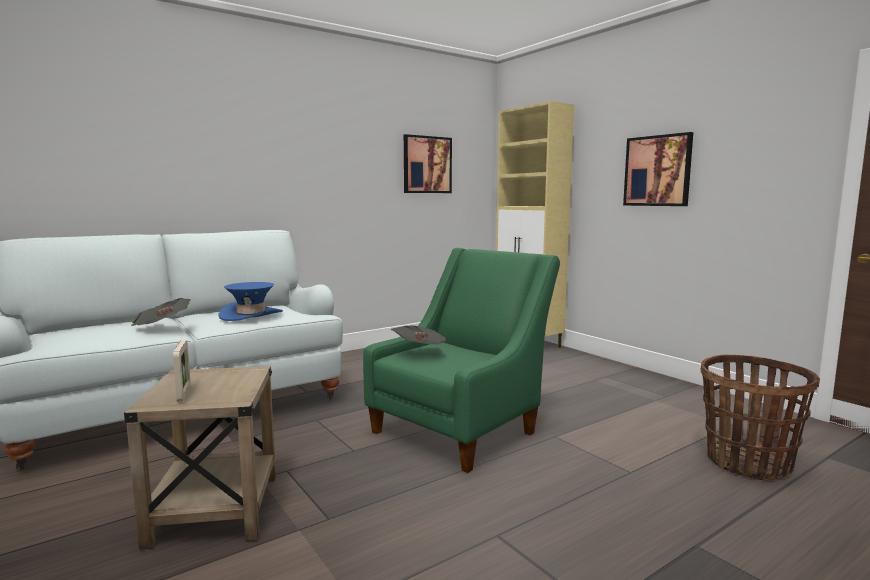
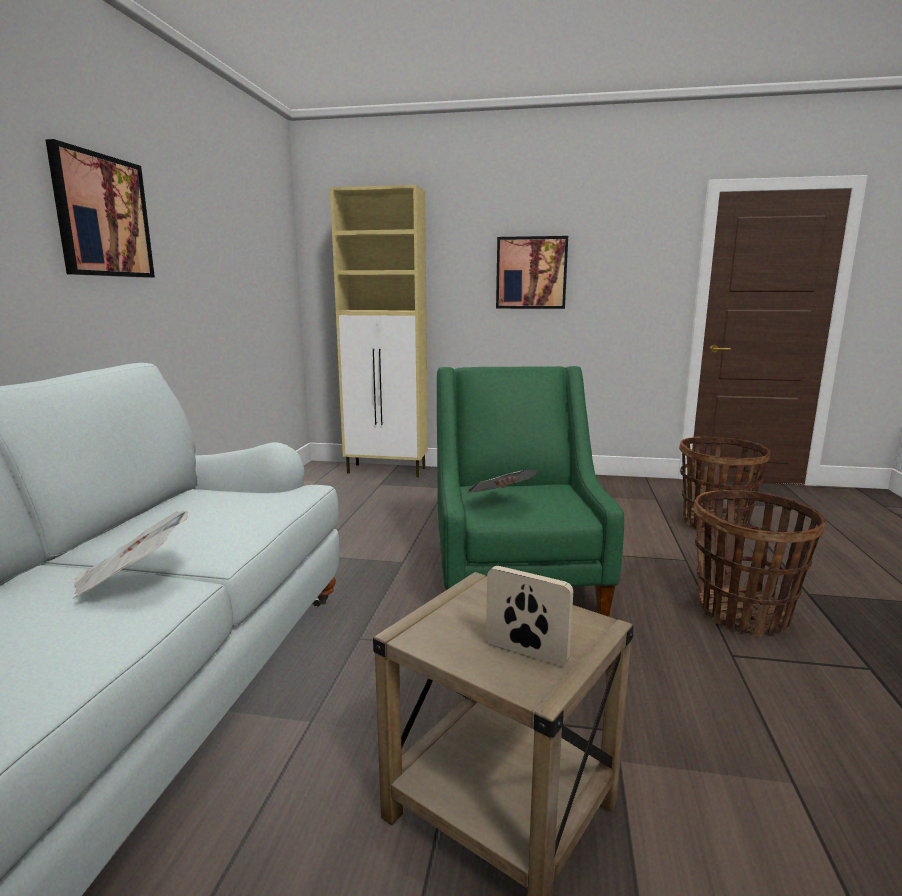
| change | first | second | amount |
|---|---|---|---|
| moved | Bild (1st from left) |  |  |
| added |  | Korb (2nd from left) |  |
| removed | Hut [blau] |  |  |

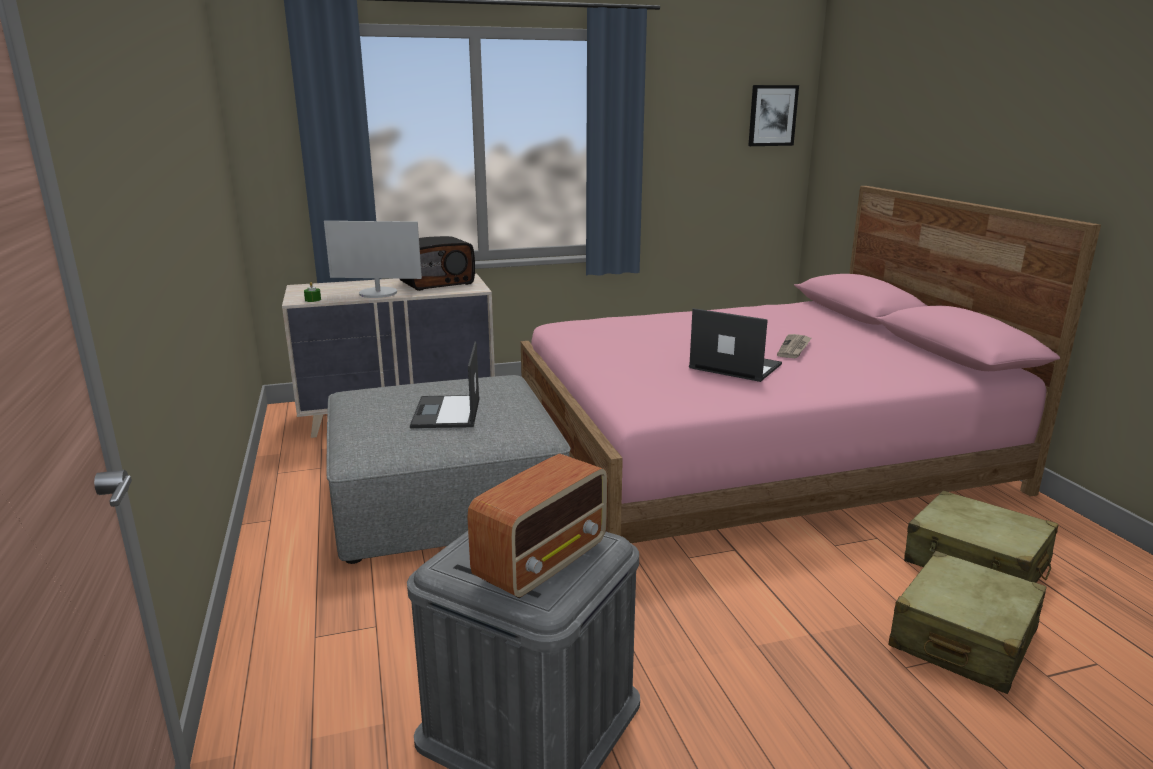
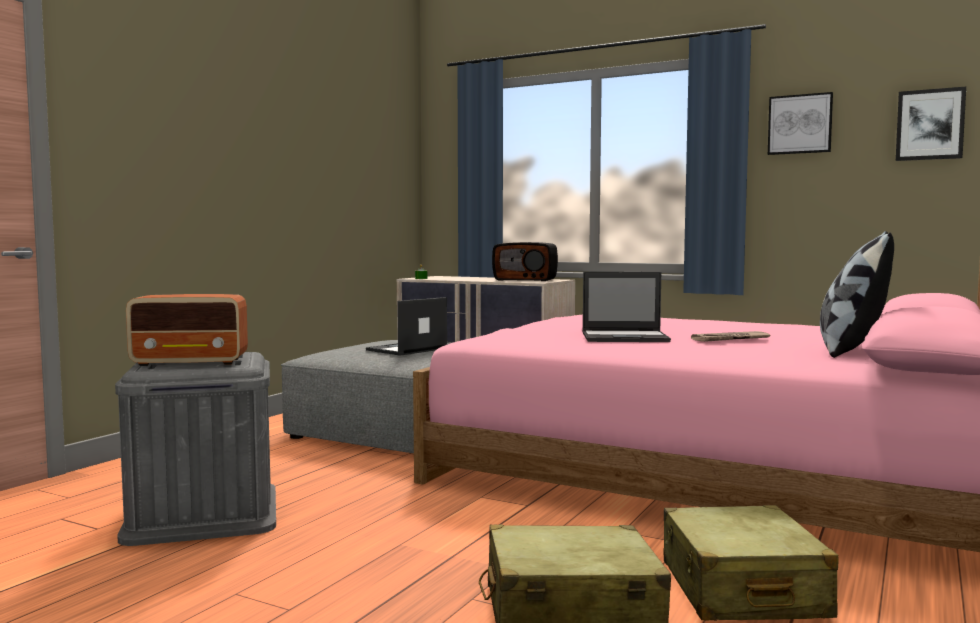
| change | first | second | amount |
|---|---|---|---|
| turned | Laptop (2nd from left) |  | 105 degrees clockwise |
| added |  | Bild (1st from left) |  |
| added |  | Kissen |  |
| removed | Monitor |  |  |

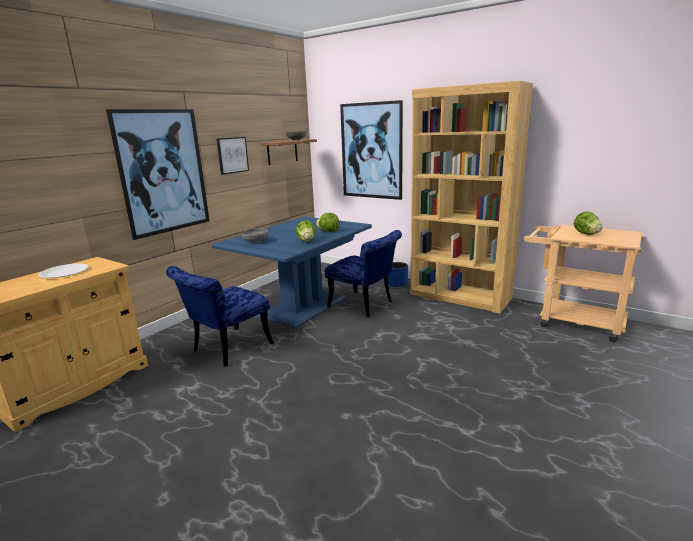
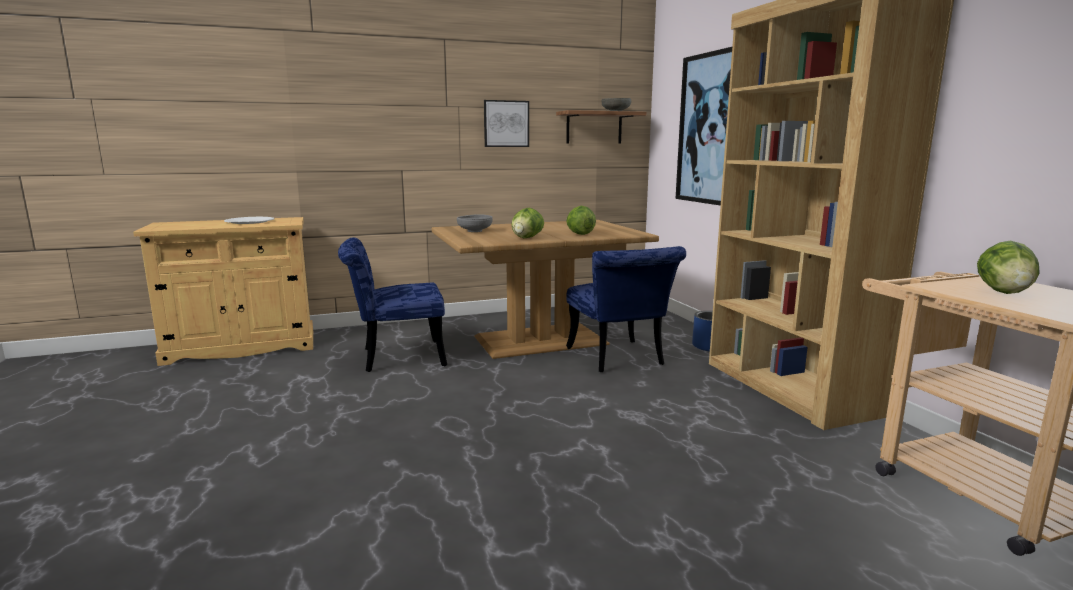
| change | first | second | amount |
|---|---|---|---|
| recoloured | Esstisch [blau] | Esstisch [braun] |  |
| removed | Bild (1st from left) |  |  |

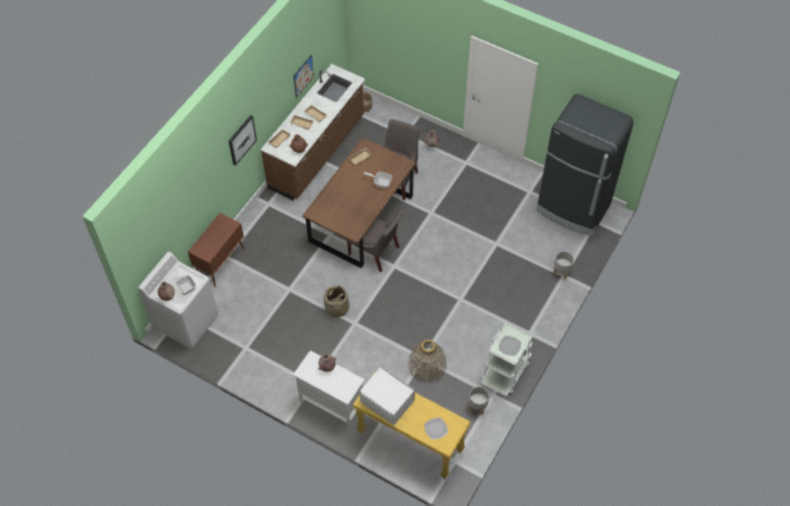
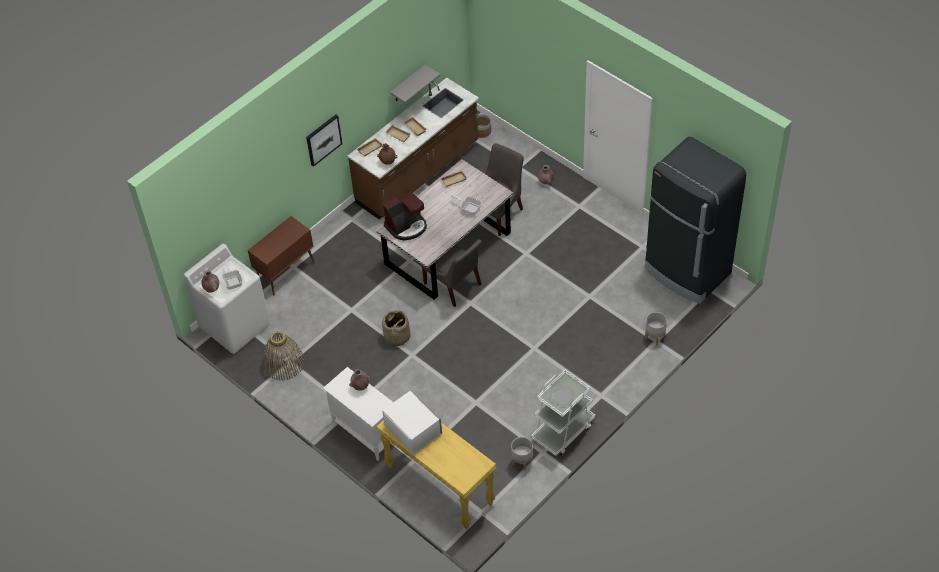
| change | first | second | amount |
|---|---|---|---|
| moved | Korb (2nd from left in the first image) | Korb (1st from left) |  |
| recoloured | Esstisch [braun] | Esstisch [grau] |  |
| added |  | Kaffeemaschine |  |
| replaced | Bild (2nd from left) | Wandregal [grau] |  |
| removed | Teller (1st from left) |  |  |

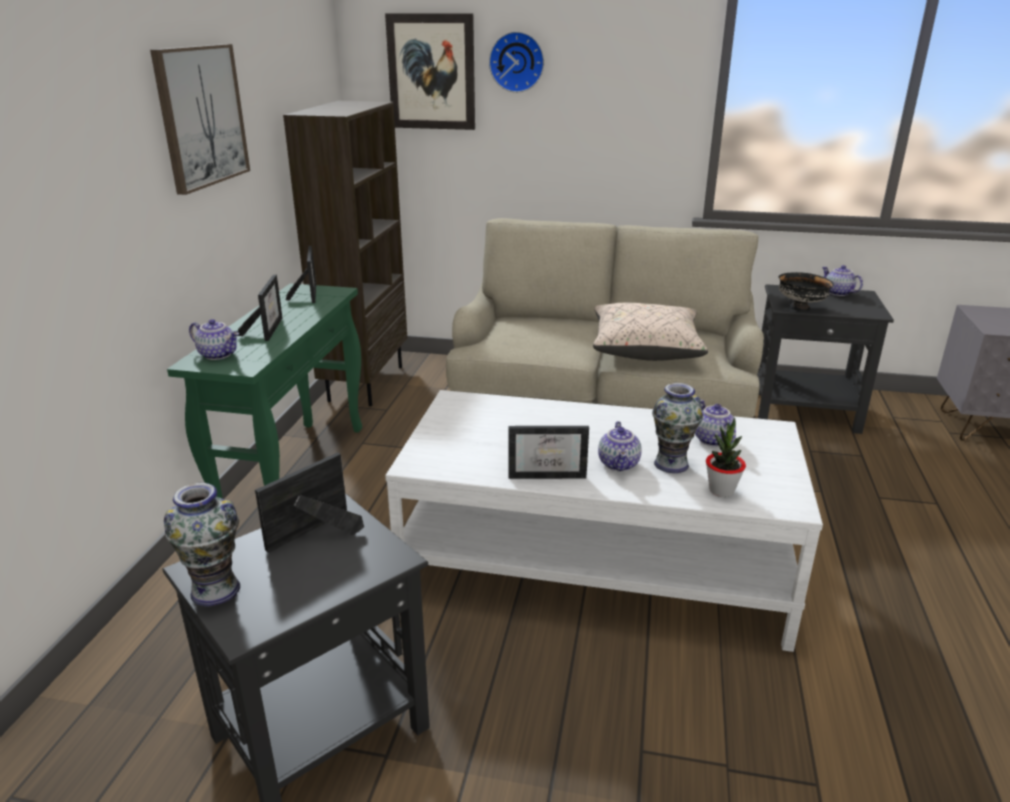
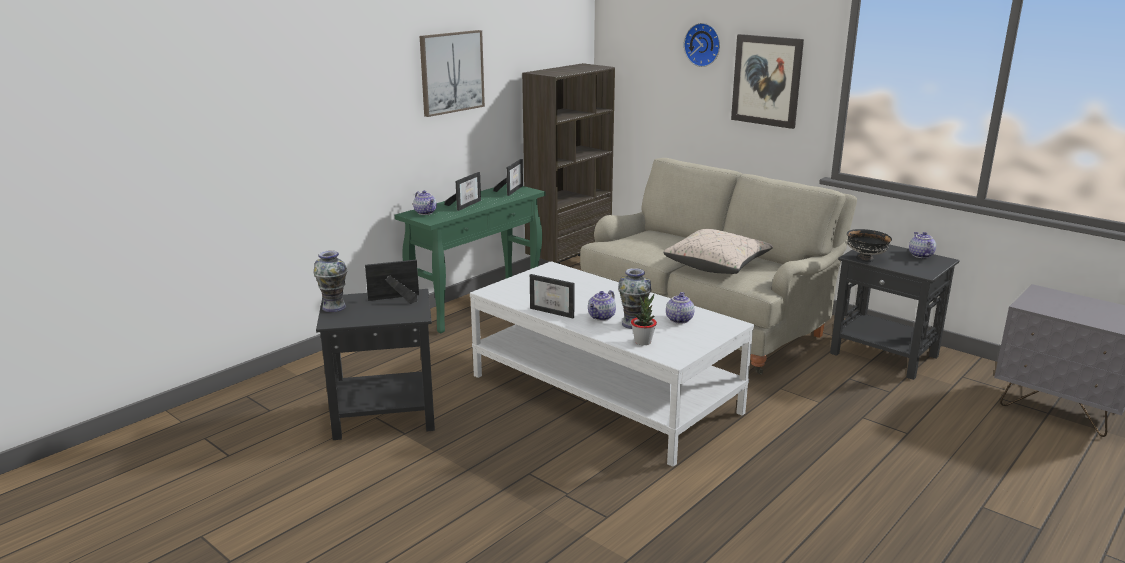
| change | first | second | amount |
|---|---|---|---|
| moved | Bild (2nd from left) |  |  |

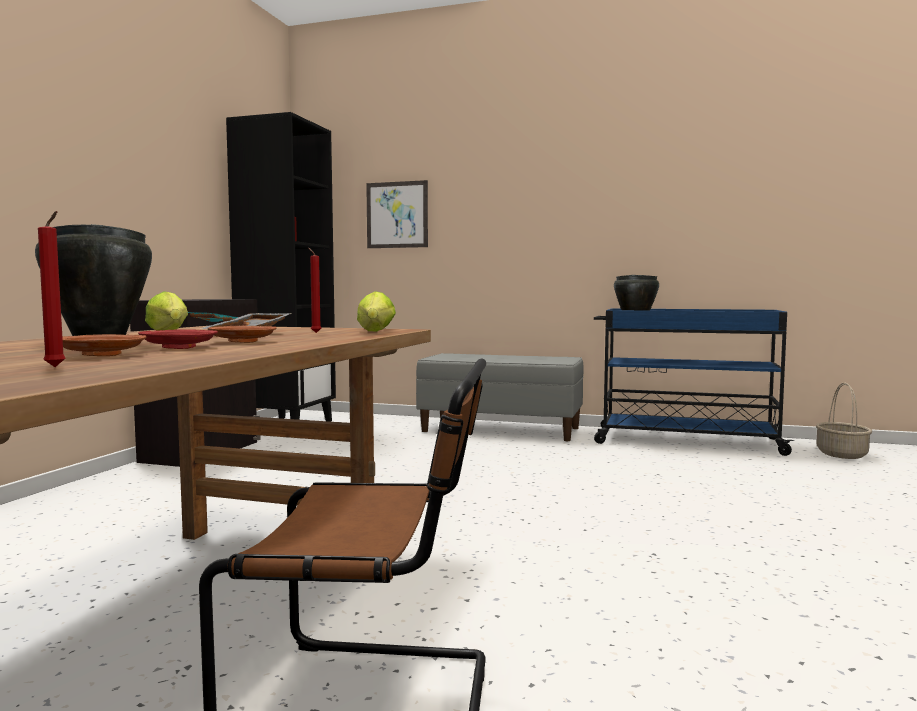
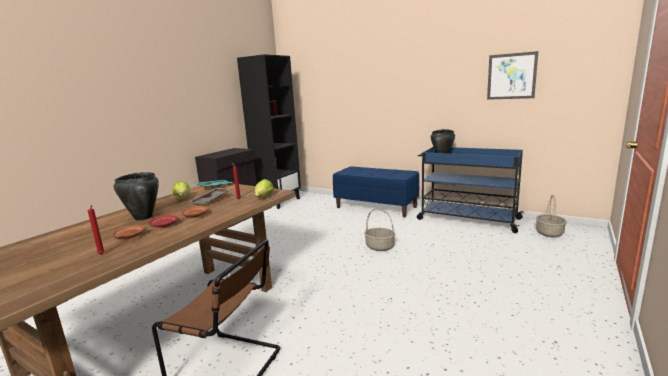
| change | first | second | amount |
|---|---|---|---|
| recoloured | Bank [grau] | Bank [blau] |  |
| added |  | Korb (1st from left) |  |
| moved | Bild |  |  |

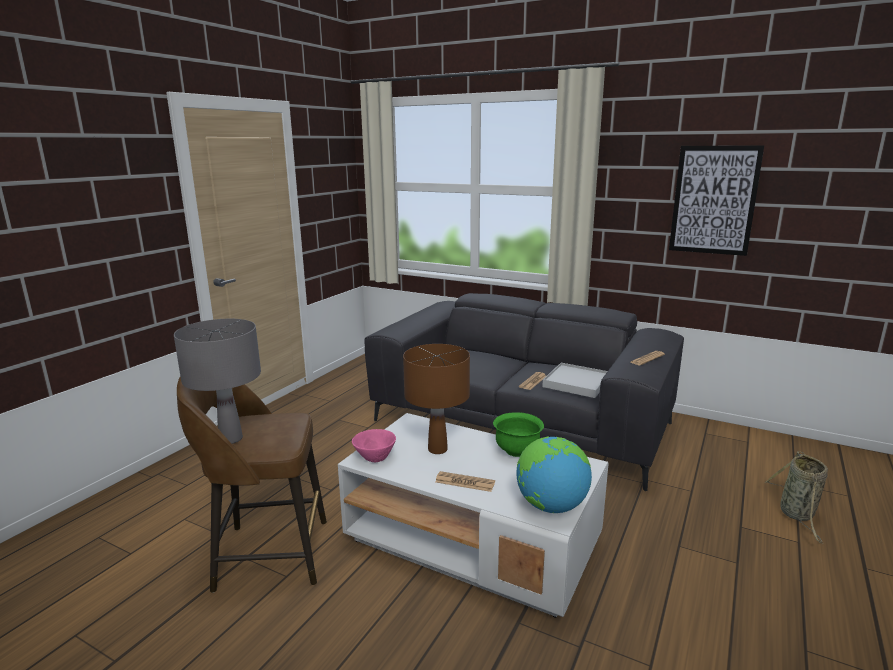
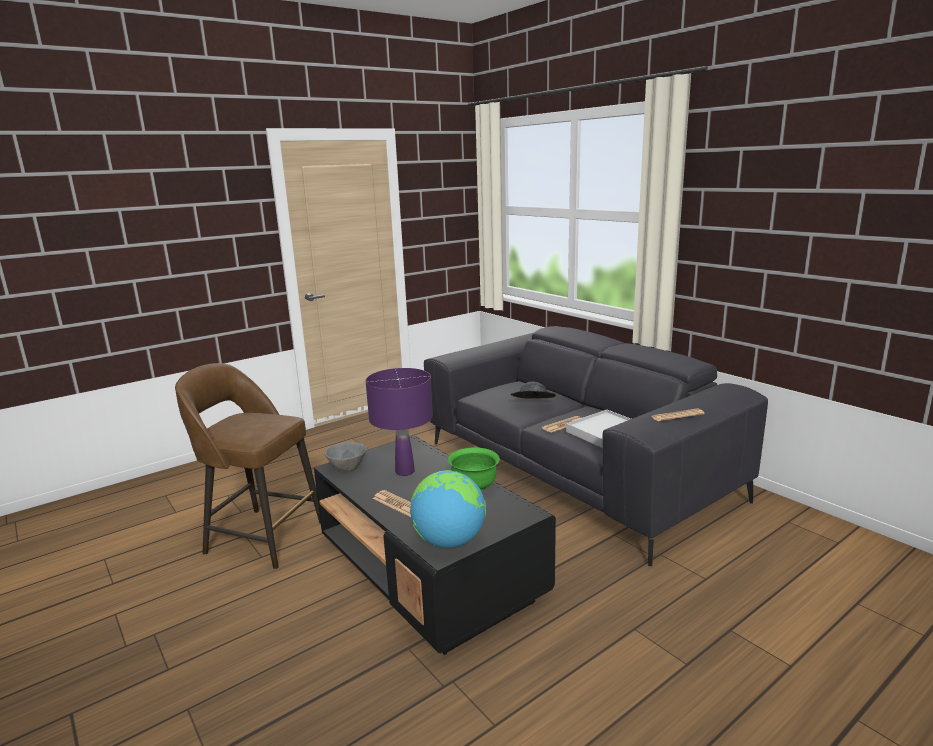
| change | first | second | amount |
|---|---|---|---|
| recoloured | Couchtisch [weiß] | Couchtisch [schwarz] |  |
| recoloured | Schüssel [rosa] | Schüssel [grau] |  |
| recoloured | Tischlampe [braun] | Tischlampe [lila] |  |
| added |  | Hut [grau] |  |
| removed | Tischlampe [grau] |  |  |
| removed | Bild |  |  |
| removed | Korb |  |  |

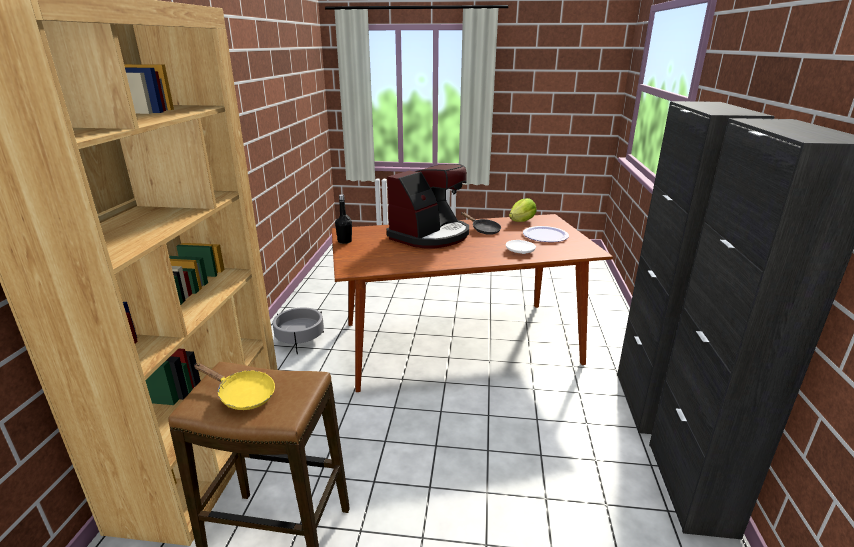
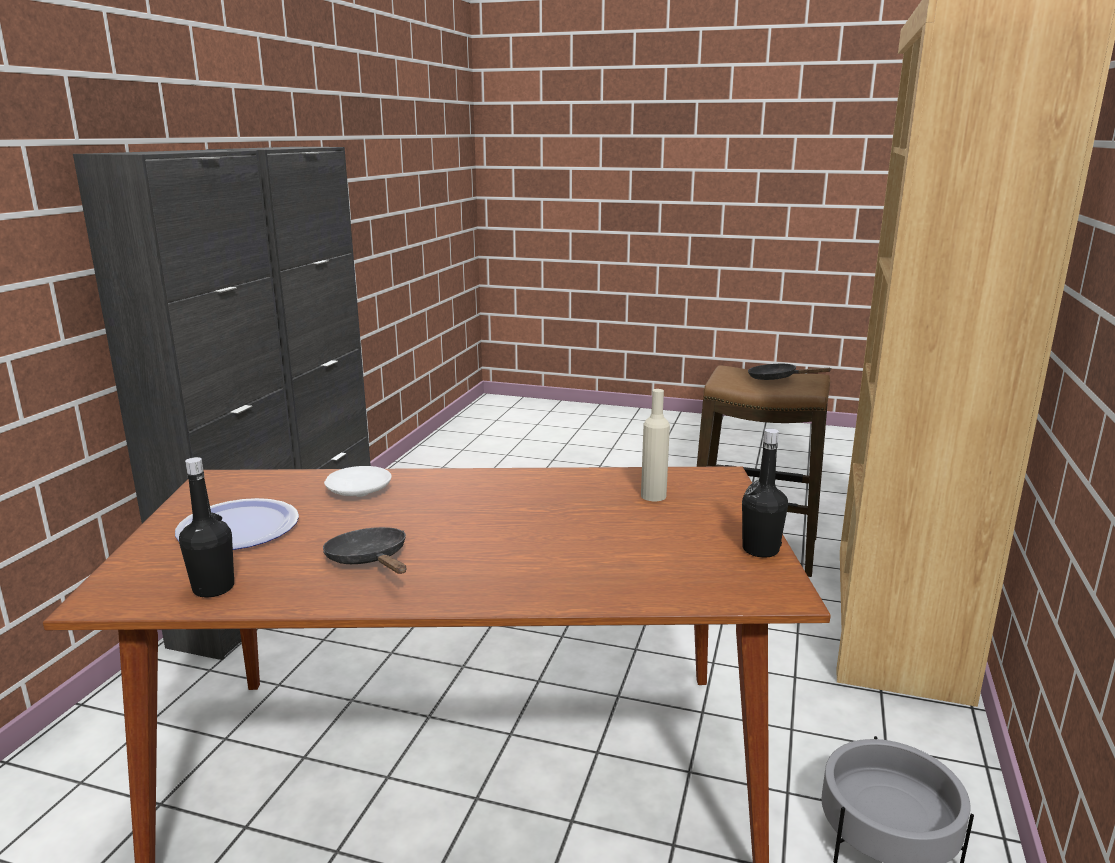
| change | first | second | amount |
|---|---|---|---|
| replaced | Salatkopf | Flasche [schwarz] (1st from left) |  |
| added |  | Flasche [beige] |  |
| recoloured | Pfanne [gelb] | Pfanne [schwarz] (2nd from left) |  |
| removed | Kaffeemaschine |  |  |

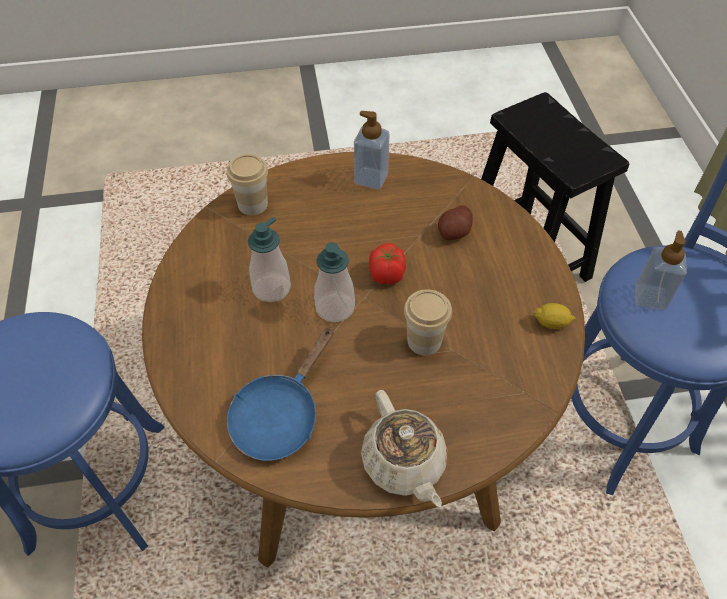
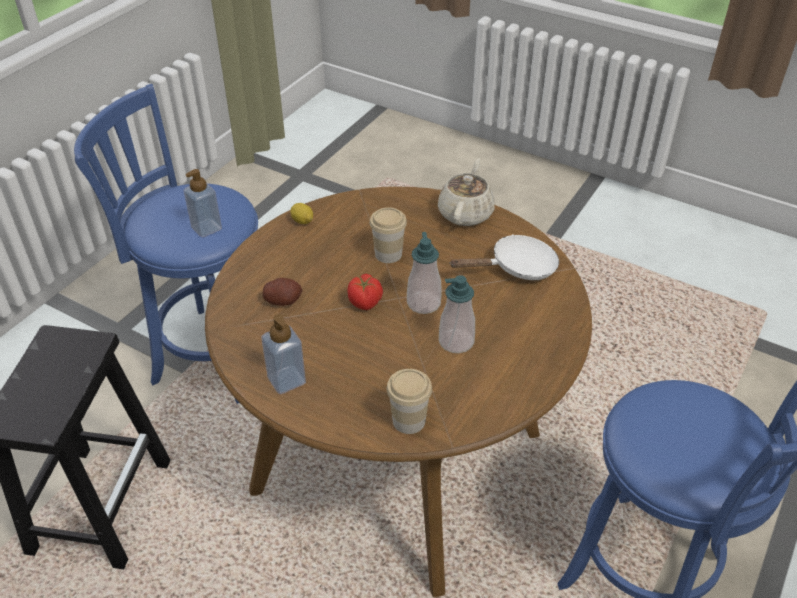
| change | first | second | amount |
|---|---|---|---|
| recoloured | Pfanne [blau] | Pfanne [weiß] |  |

